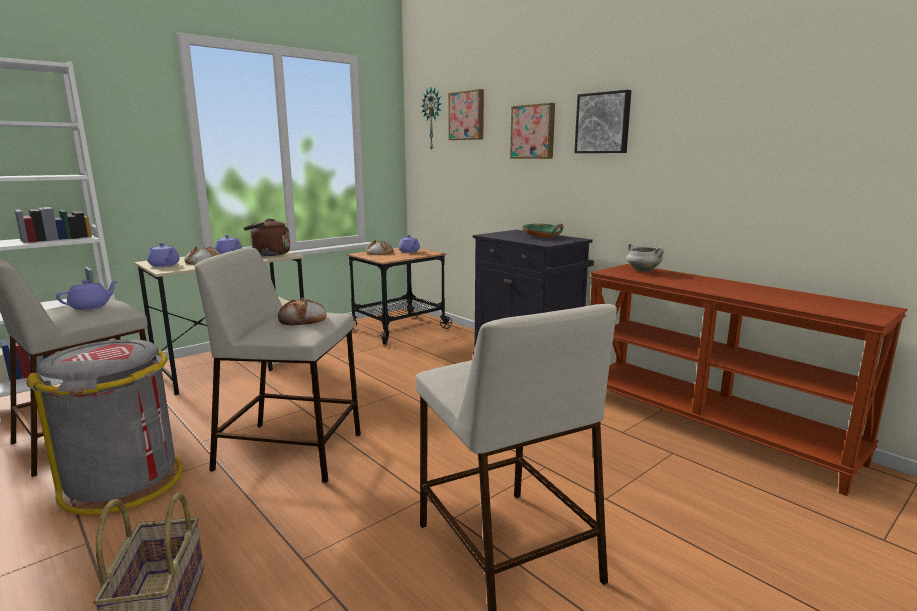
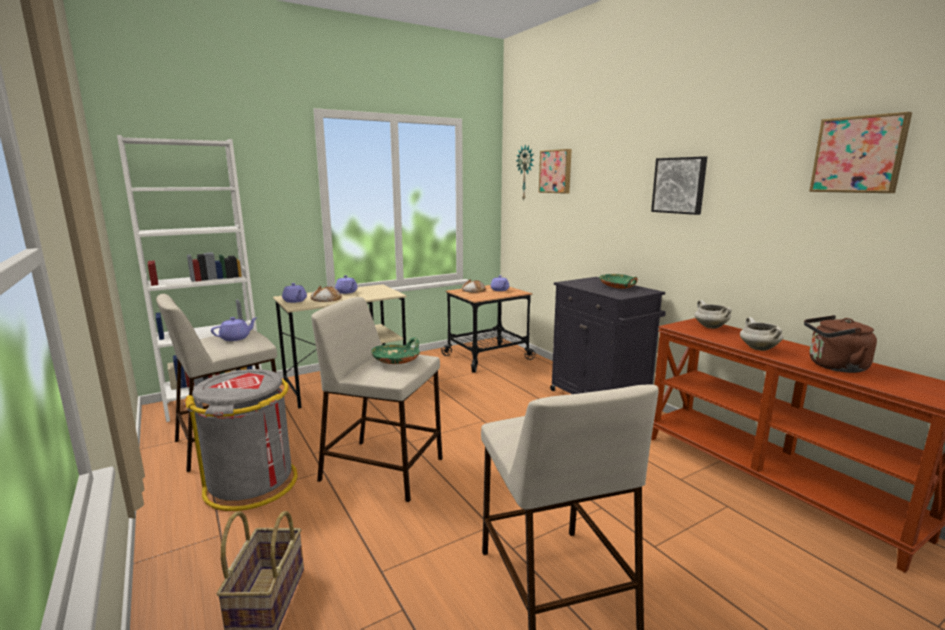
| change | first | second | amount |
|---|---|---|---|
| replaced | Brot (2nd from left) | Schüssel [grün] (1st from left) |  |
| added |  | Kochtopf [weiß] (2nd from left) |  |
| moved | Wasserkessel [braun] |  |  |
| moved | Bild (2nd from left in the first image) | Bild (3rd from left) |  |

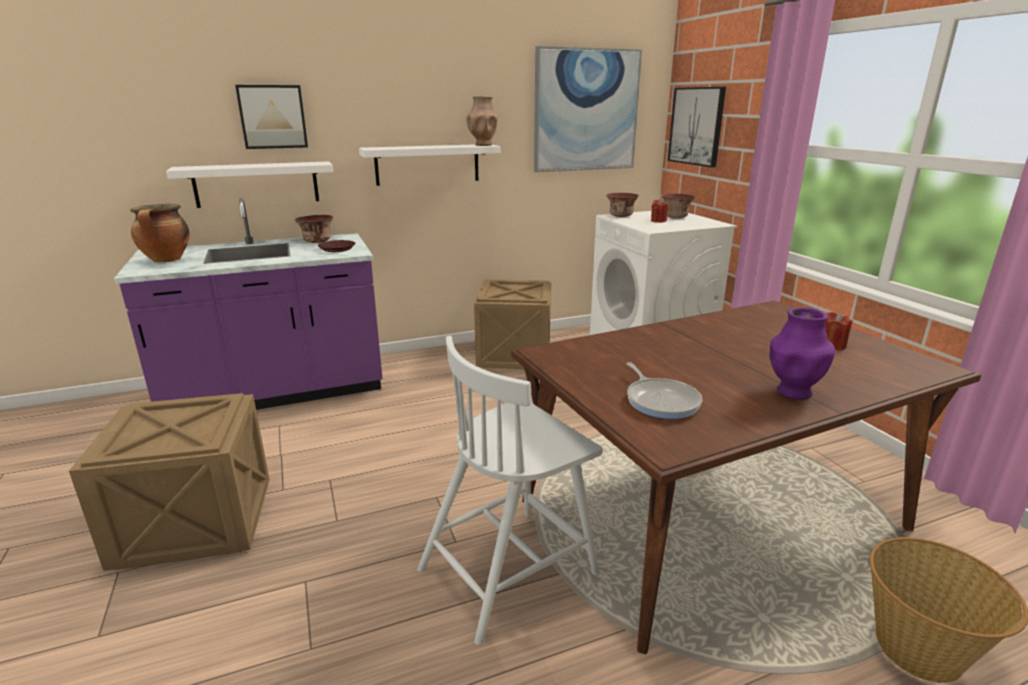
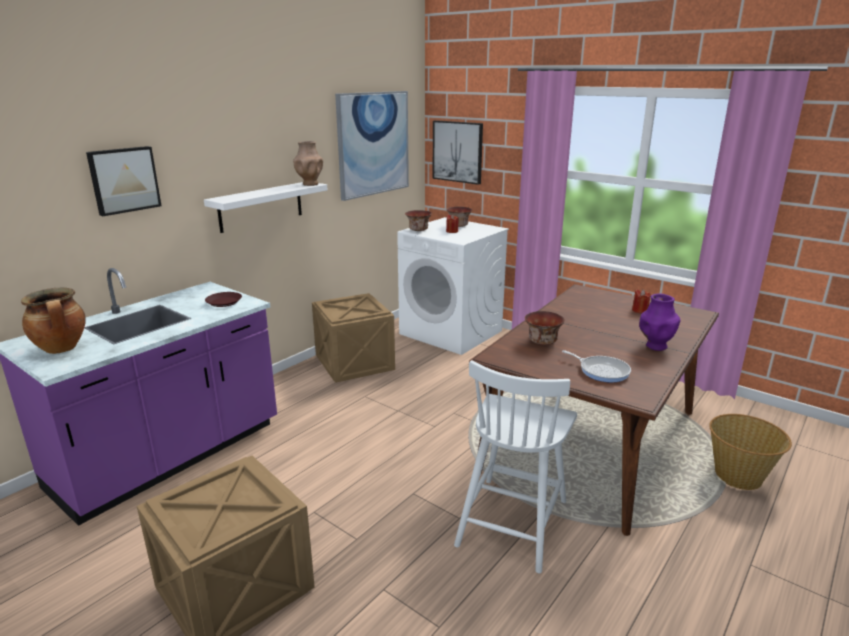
| change | first | second | amount |
|---|---|---|---|
| moved | Schüssel (1st from left in the first image) | Schüssel (3rd from left) |  |
| removed | Wandregal [weiß] (1st from left) |  |  |

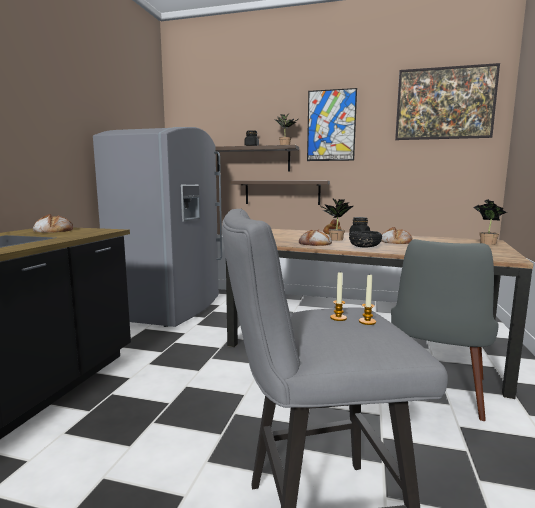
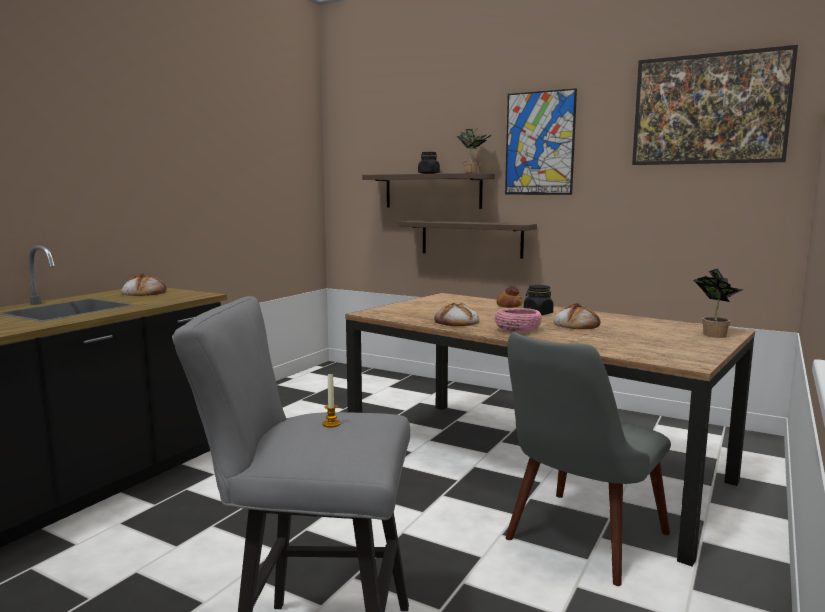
| change | first | second | amount |
|---|---|---|---|
| recoloured | Schüssel [schwarz] | Schüssel [rosa] |  |
| removed | Kühlschrank [grau] |  |  |
| removed | Topfpflanze (2nd from left) |  |  |
| removed | Kerze (2nd from left) |  |  |

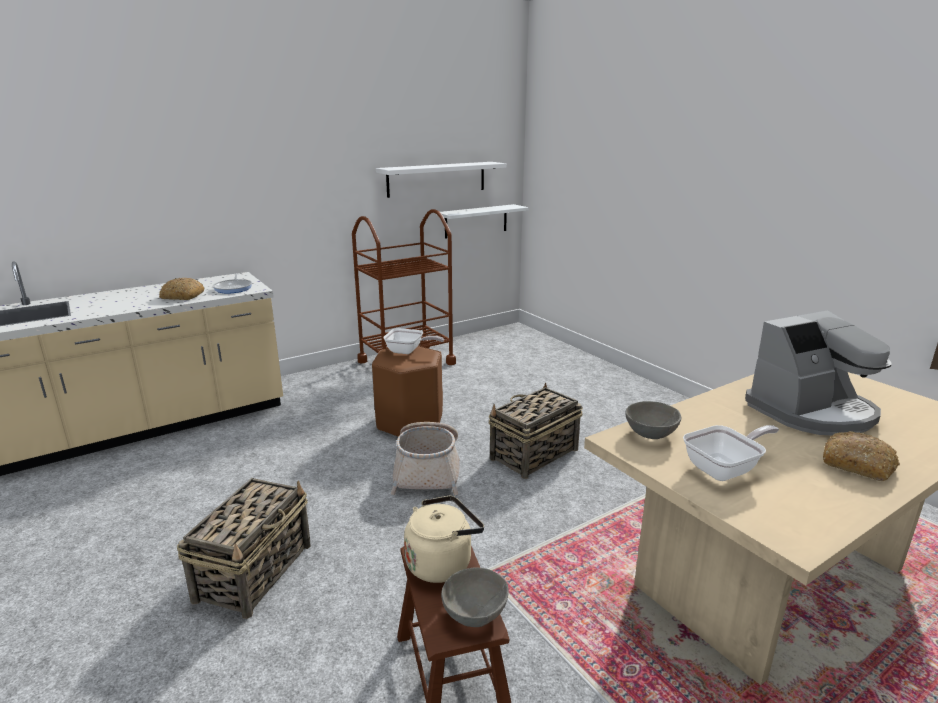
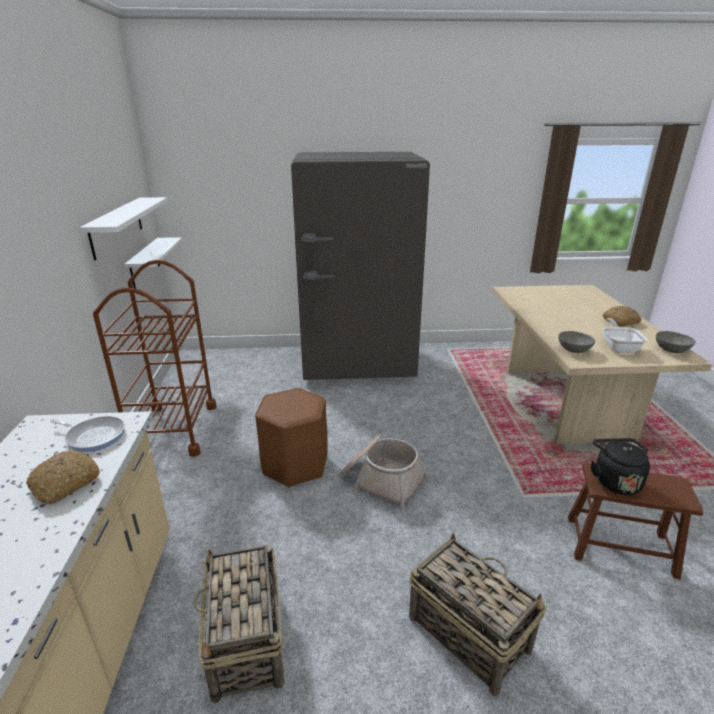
| change | first | second | amount |
|---|---|---|---|
| moved | Korb (3rd from left in the first image) | Korb (1st from left) |  |
| added |  | Kühlschrank [grau] |  |
| recoloured | Wasserkessel [beige] | Wasserkessel [schwarz] |  |
| moved | Schüssel [grau] (1st from left in the first image) | Schüssel [grau] (2nd from left) |  |
| removed | Pfanne (2nd from left) |  |  |
| removed | Kaffeemaschine |  |  |

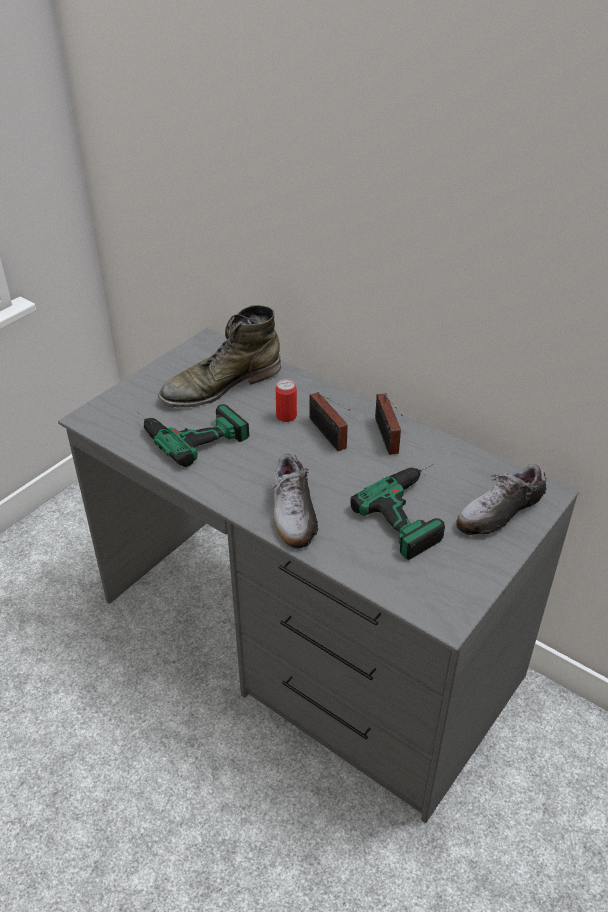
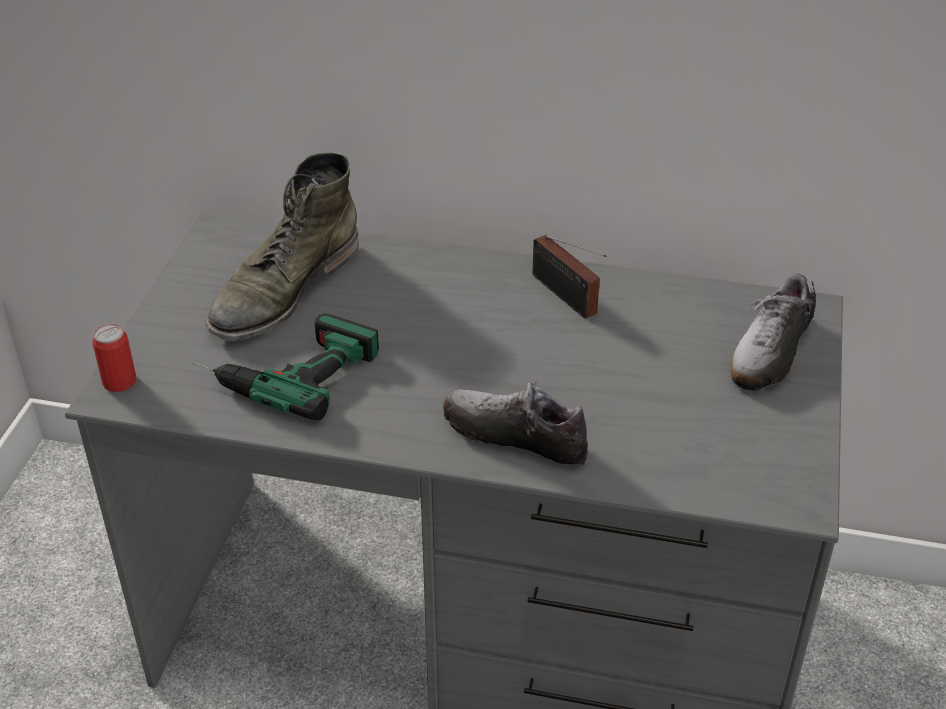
| change | first | second | amount |
|---|---|---|---|
| moved | Dose |  |  |
| turned | Schuh (1st from left) |  | 150 degrees clockwise |
| removed | Radio (1st from left) |  |  |
| removed | Bohrmaschine (2nd from left) |  |  |

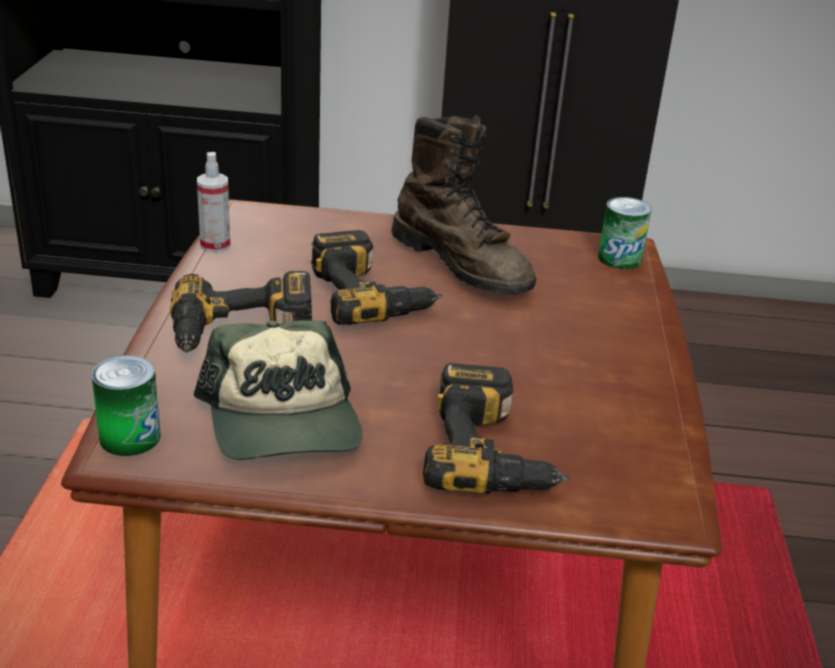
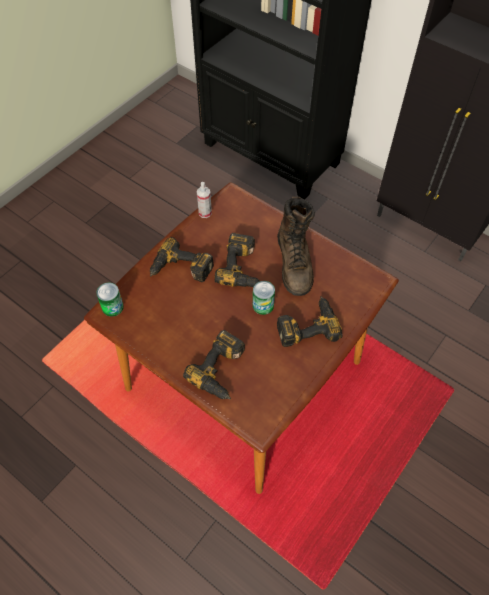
| change | first | second | amount |
|---|---|---|---|
| moved | Dose (2nd from left) |  |  |
| added |  | Bohrmaschine (4th from left) |  |
| removed | Kappe |  |  |

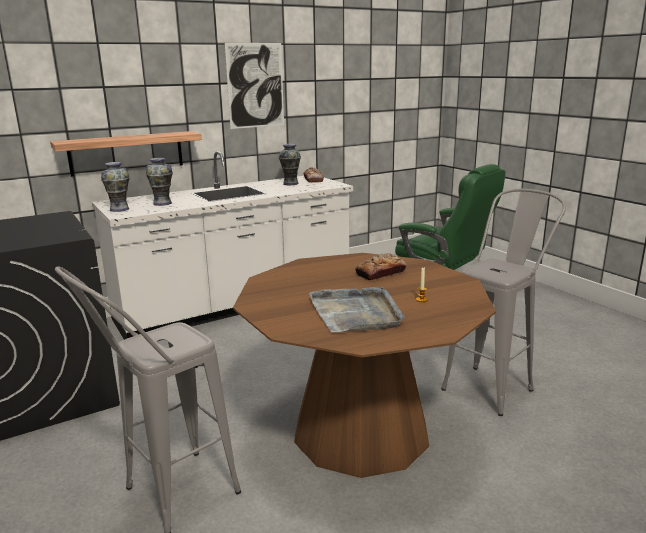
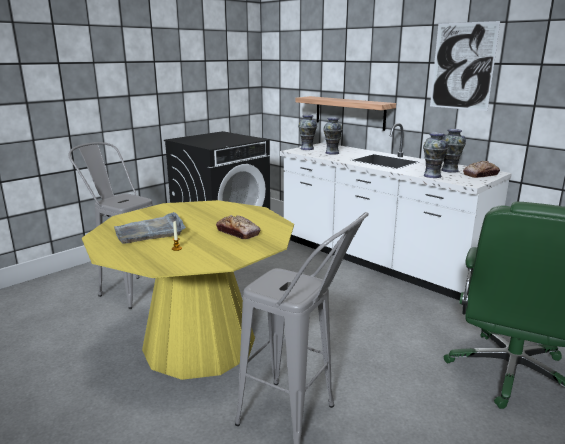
| change | first | second | amount |
|---|---|---|---|
| recoloured | Esstisch [braun] | Esstisch [gelb] |  |
| added |  | Vase (3rd from left) |  |

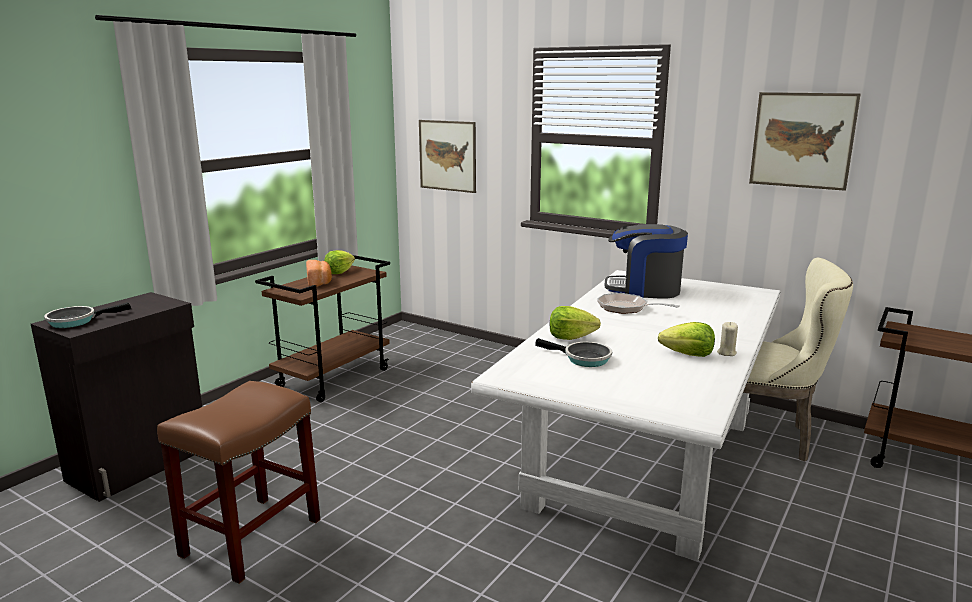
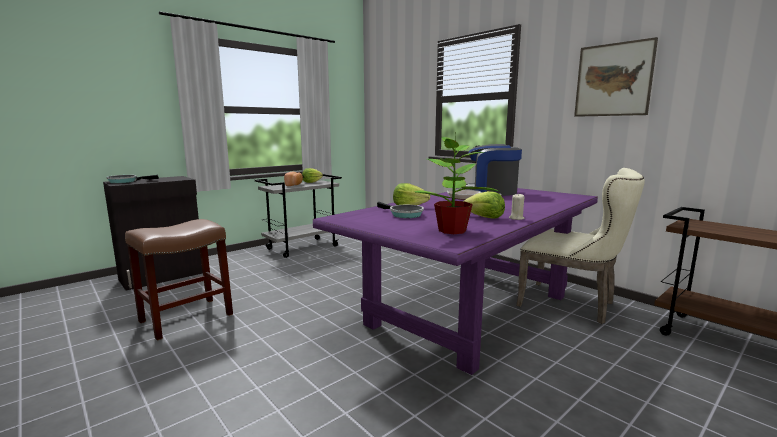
| change | first | second | amount |
|---|---|---|---|
| recoloured | Rollwagen [braun] (1st from left) | Rollwagen [grau] |  |
| recoloured | Esstisch [weiß] | Esstisch [lila] |  |
| added |  | Topfpflanze |  |
| removed | Bild (1st from left) |  |  |

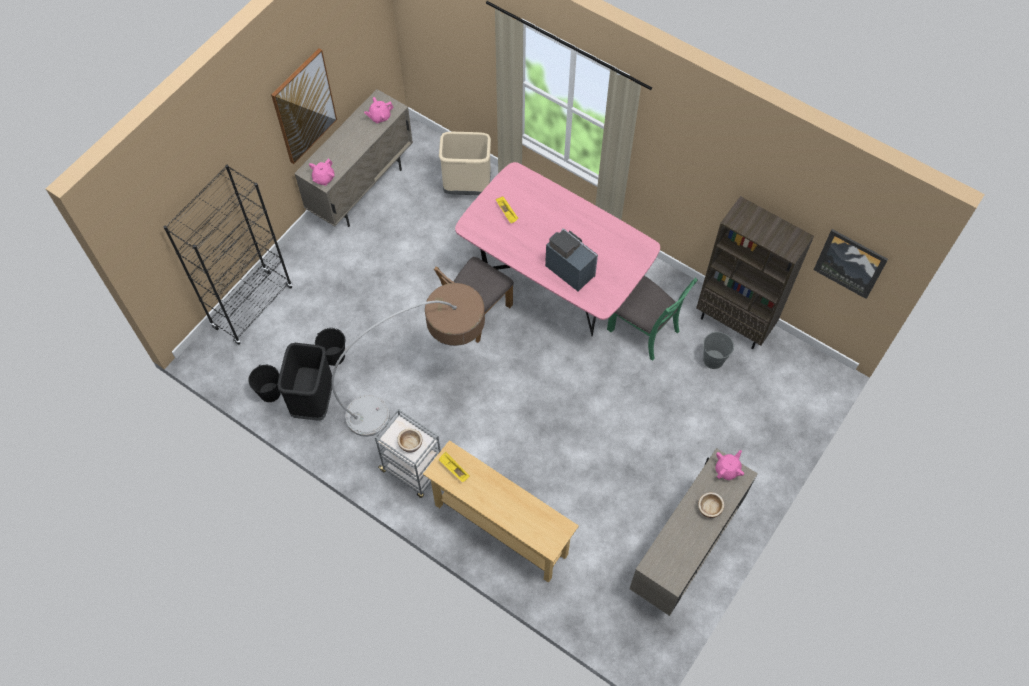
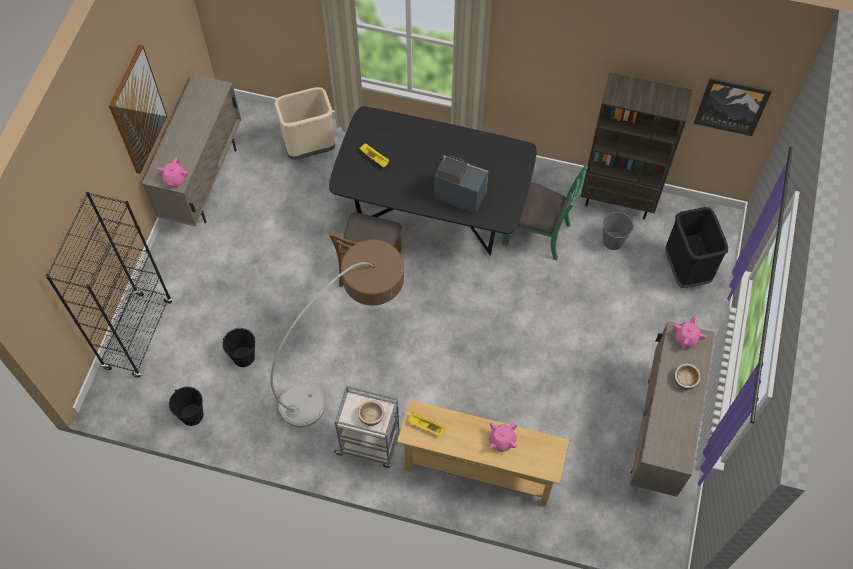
| change | first | second | amount |
|---|---|---|---|
| recoloured | Esstisch [rosa] | Esstisch [schwarz] |  |
| moved | Teekanne [rosa] (2nd from left) |  |  |
| moved | Mülleimer [schwarz] |  |  |

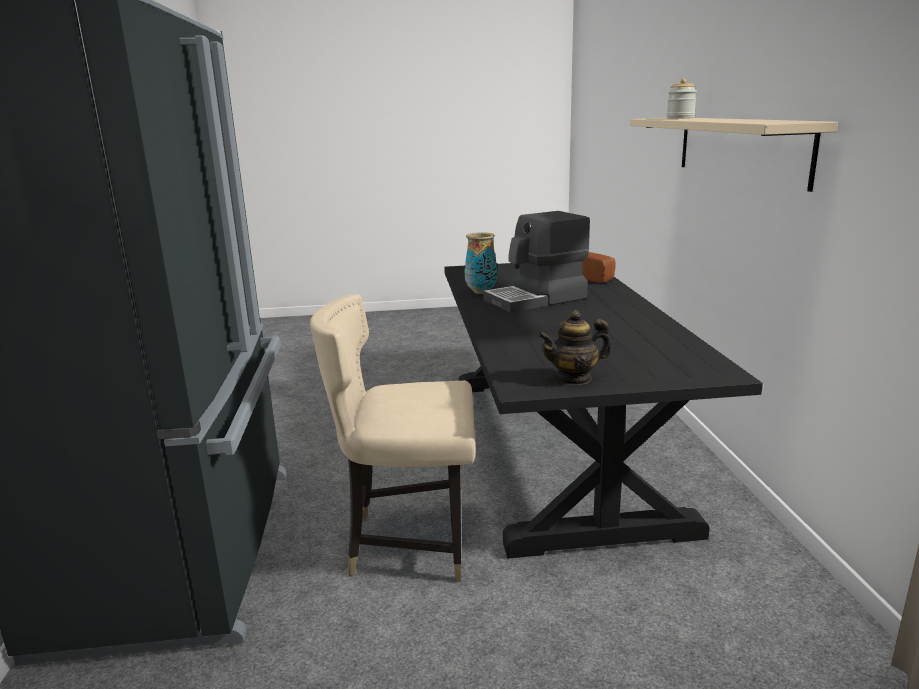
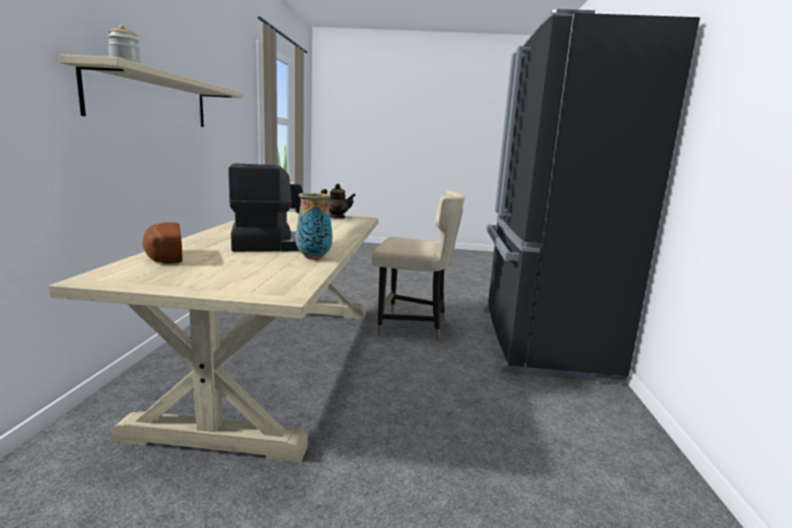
| change | first | second | amount |
|---|---|---|---|
| recoloured | Esstisch [schwarz] | Esstisch [beige] |  |

